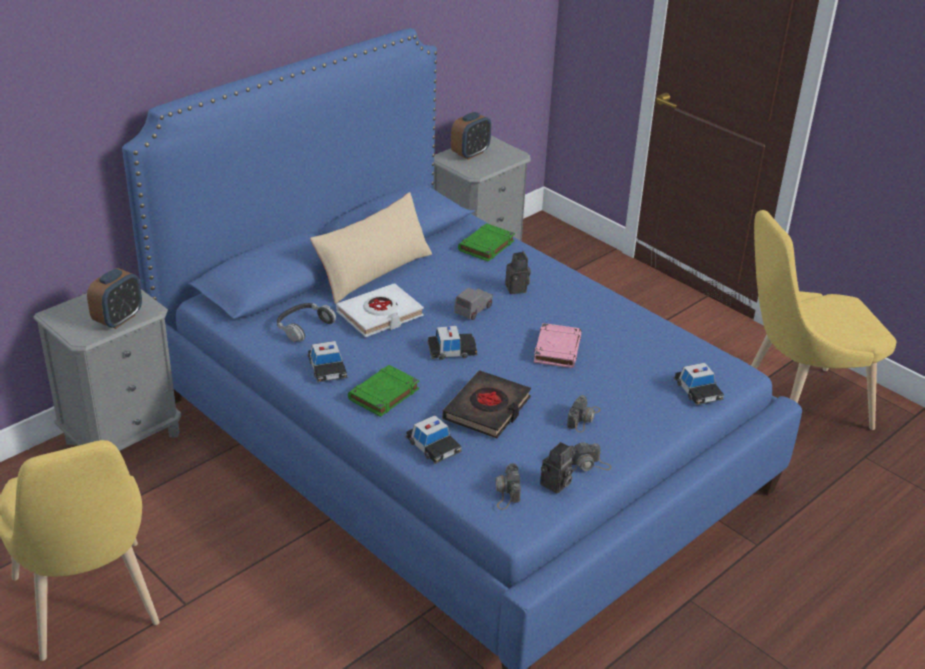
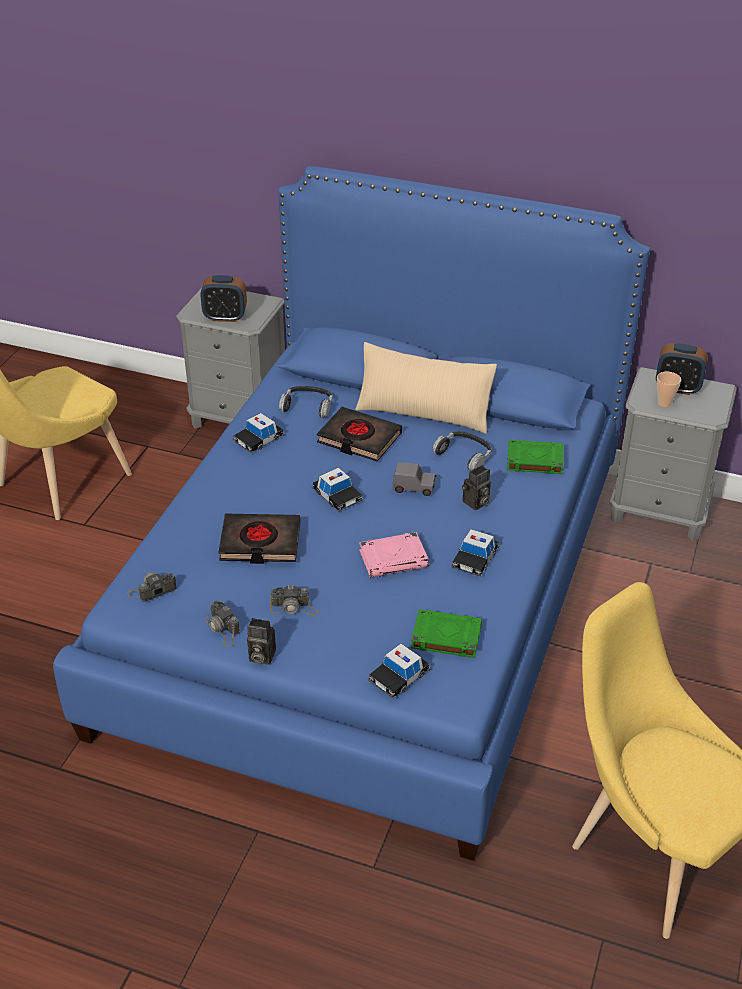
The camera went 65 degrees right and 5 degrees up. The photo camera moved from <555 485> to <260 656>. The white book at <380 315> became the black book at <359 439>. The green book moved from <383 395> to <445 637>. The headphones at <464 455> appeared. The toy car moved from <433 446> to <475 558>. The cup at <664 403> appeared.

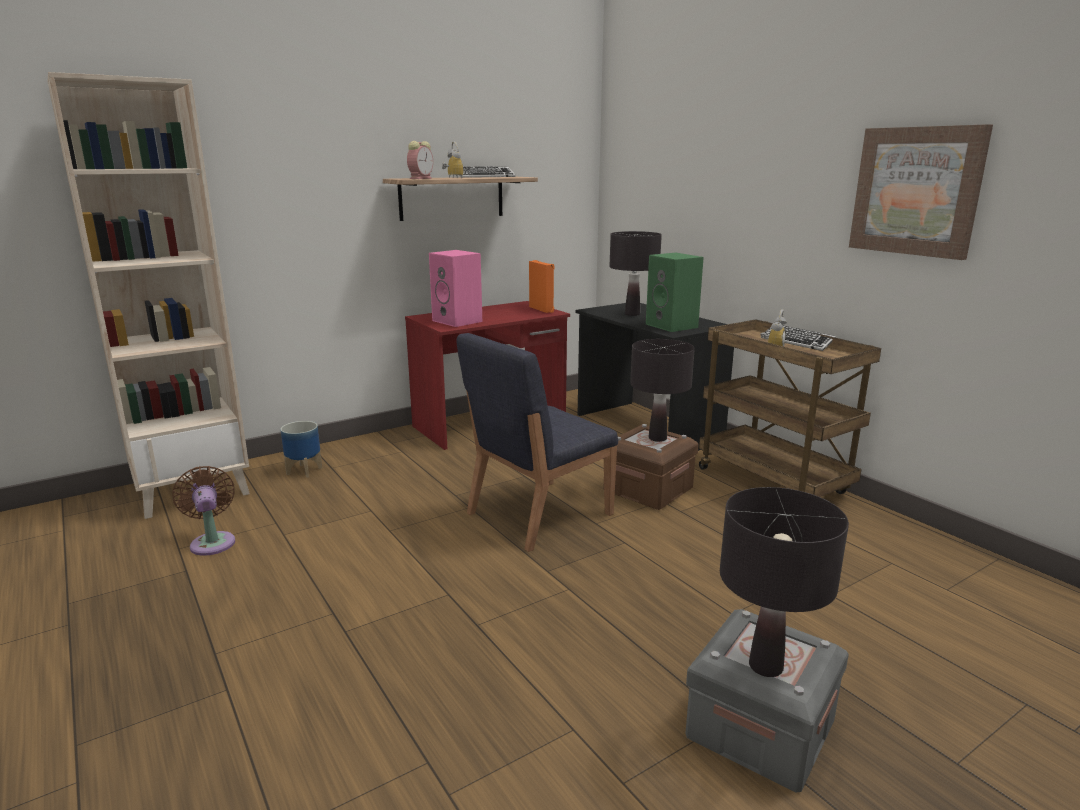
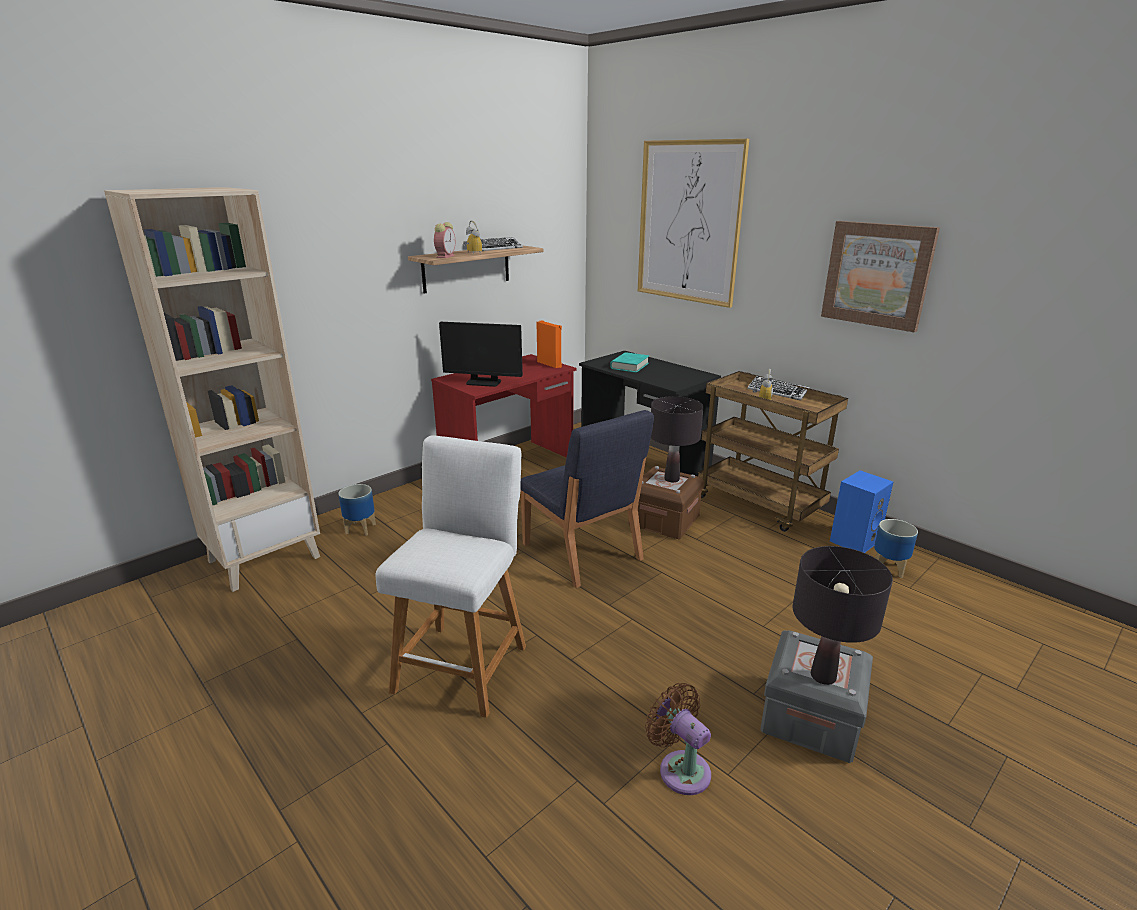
The camera went 10 degrees left and 5 degrees up. The white stool at <464 664> appeared. The pink speaker at <458 321> was replaced by the monitor at <483 382>. The blue chair at <537 514> turned 75 degrees counterclockwise. The black table lamp at <632 314> was replaced by the turquoise book at <629 366>. The picture at <689 222> appeared. The brown fan moved from <212 541> to <680 768>. The blue speaker at <854 540> appeared. The planter at <888 568> appeared. The green speaker at <673 326> disappeared.

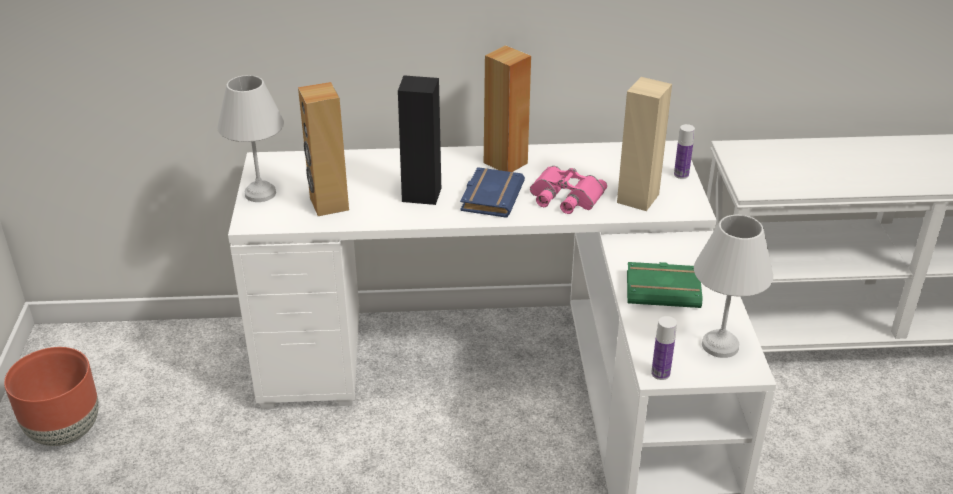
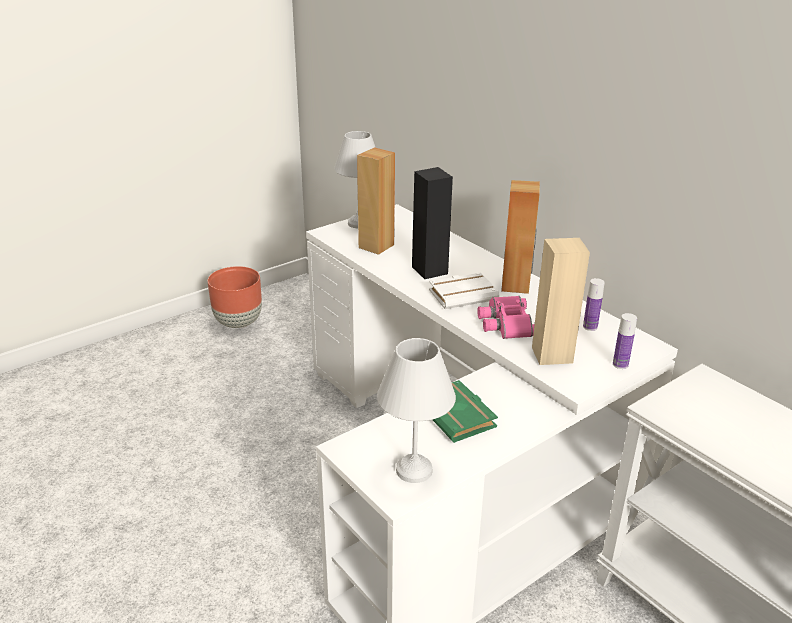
The camera went 55 degrees right and 5 degrees down. The blue book at <490 196> became the white book at <463 294>. The bottle moved from <660 373> to <590 327>.

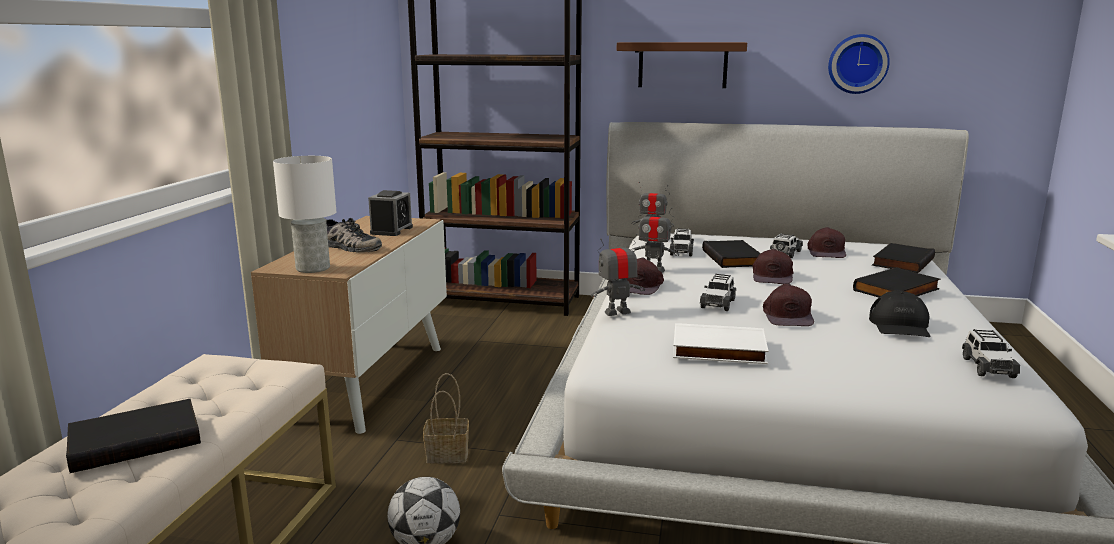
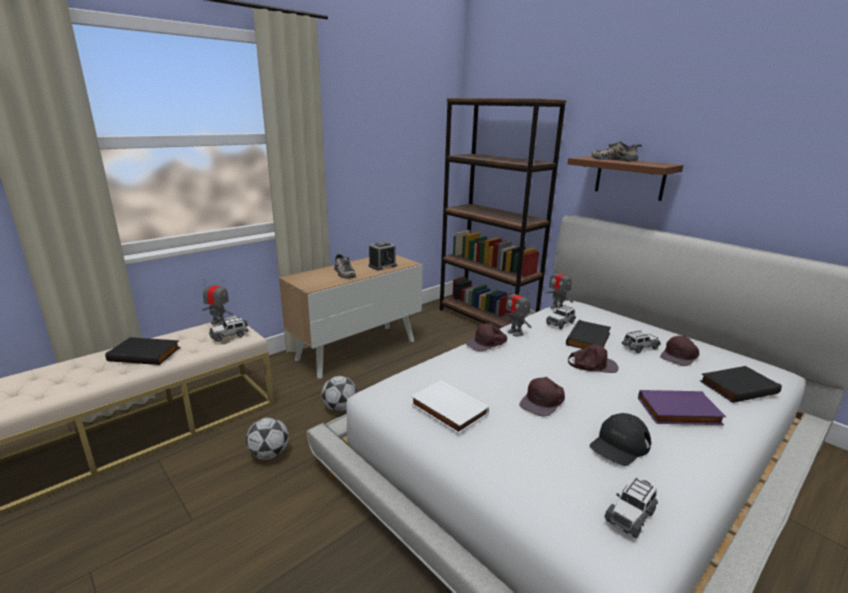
The camera went 35 degrees right and 5 degrees up. The toy robot moved from <617 312> to <219 323>. The toy car moved from <718 303> to <229 335>. The basket at <449 454> was replaced by the football at <340 408>. The brown cap at <773 276> turned 135 degrees counterclockwise. The shoe at <614 159> appeared. The black book at <897 290> became the purple book at <679 412>. The white table lamp at <312 268> disappeared. The wall clock at <857 64> disappeared.

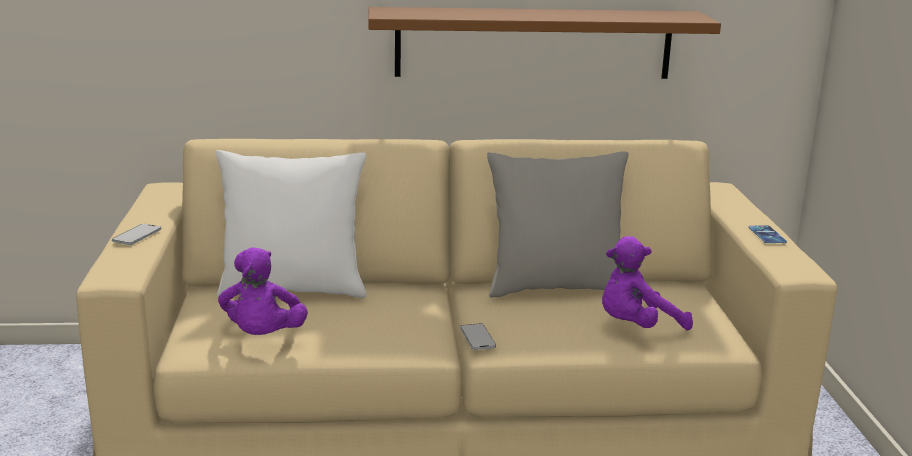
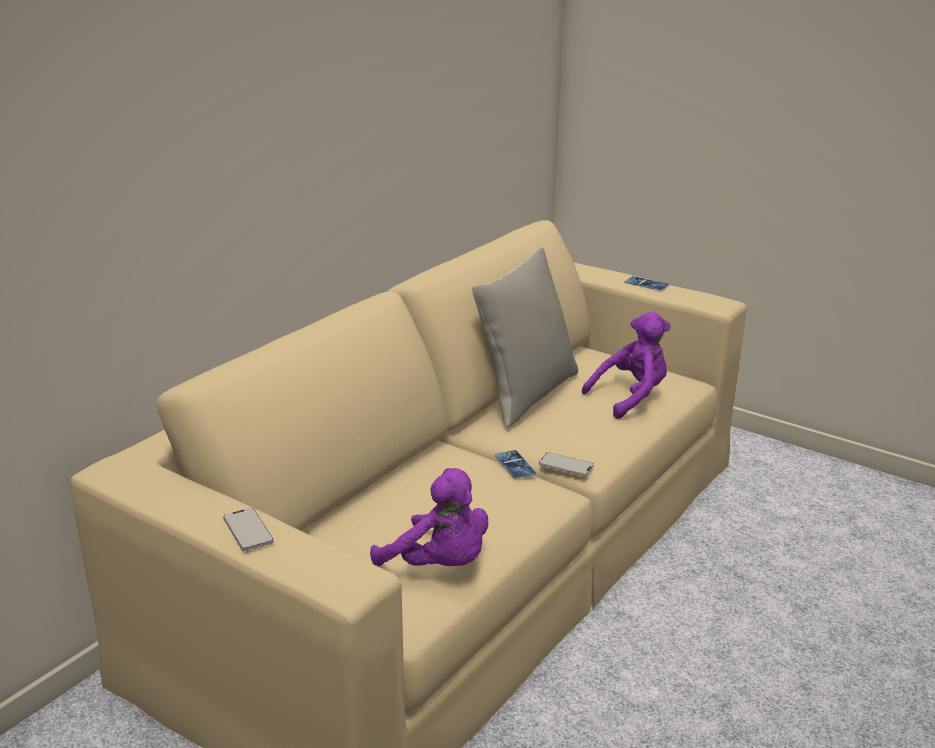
The camera went 50 degrees left and 5 degrees up. The phone at <515 465> appeared. The purple plush toy at <636 327> turned 135 degrees counterclockwise. The white pillow at <293 289> disappeared. The brown shelf at <534 43> disappeared.

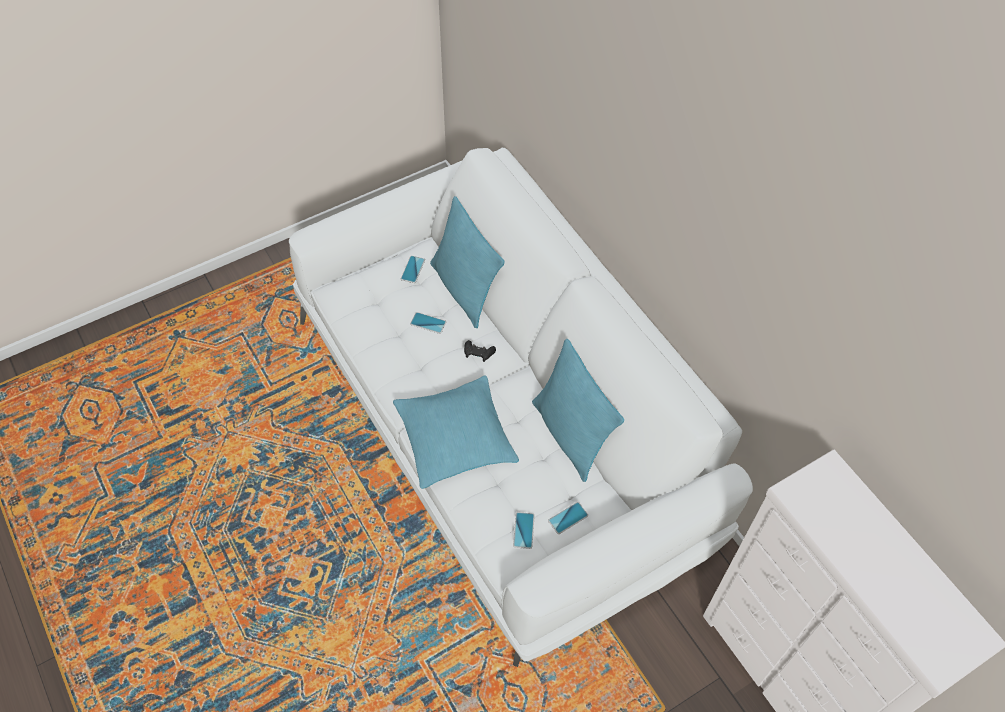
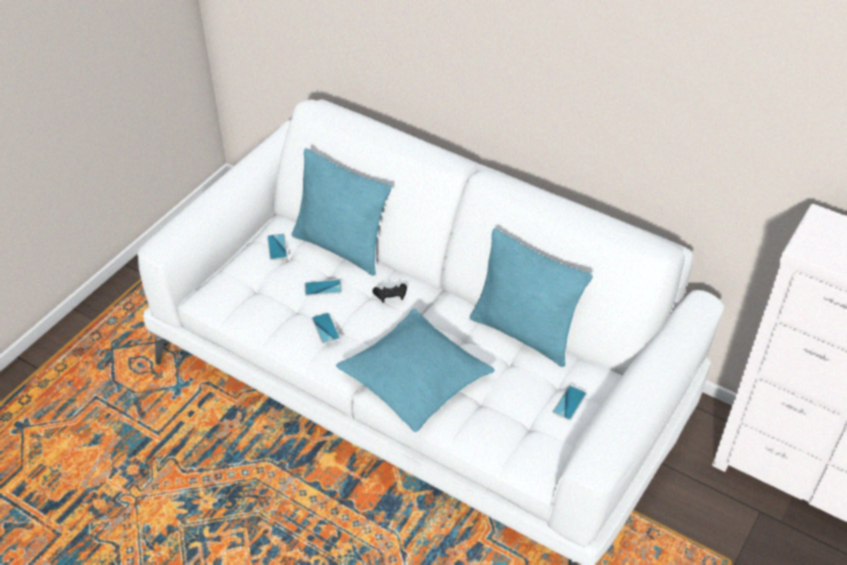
The camera went 25 degrees left and 10 degrees down. The phone moved from <523 530> to <325 328>.

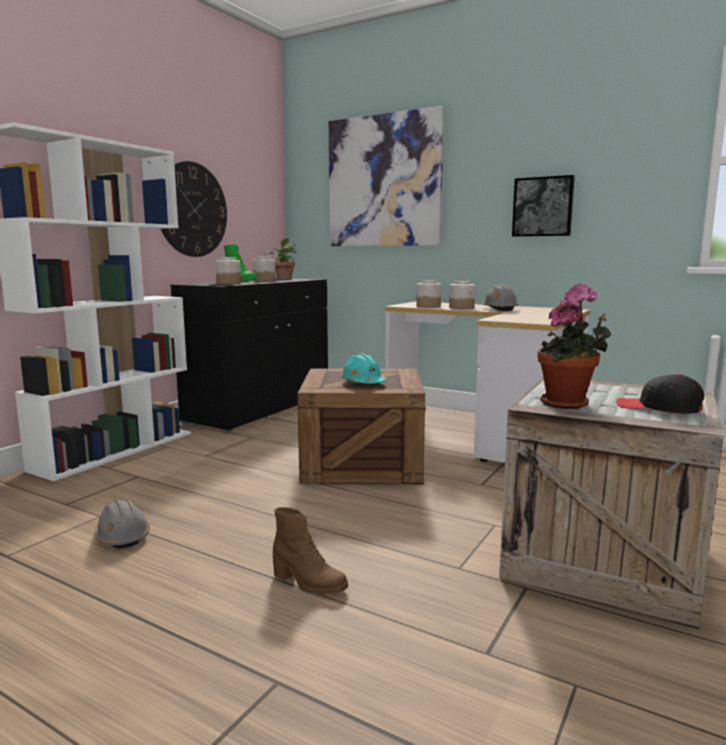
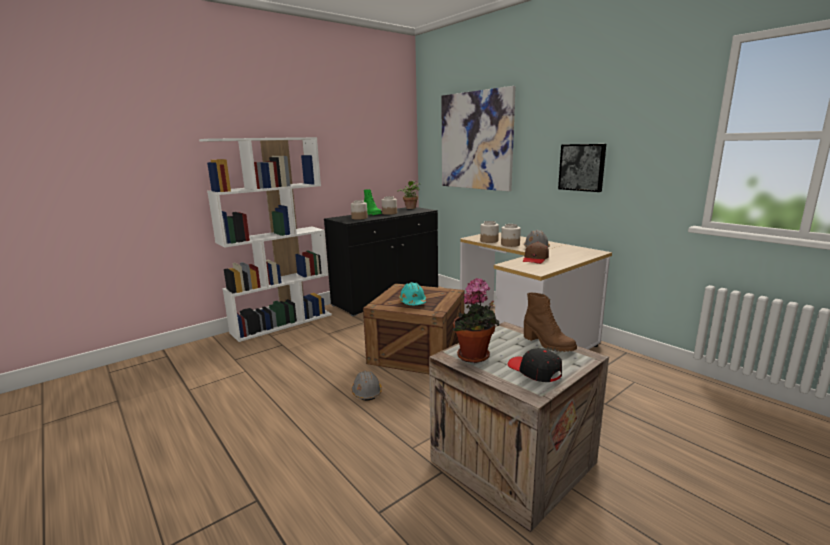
The camera went 20 degrees right and 5 degrees up. The grey hard hat moved from <122 537> to <366 392>. The brown cap at <535 259> appeared. The brown boot moved from <308 583> to <548 344>. The wall clock at <192 210> disappeared.

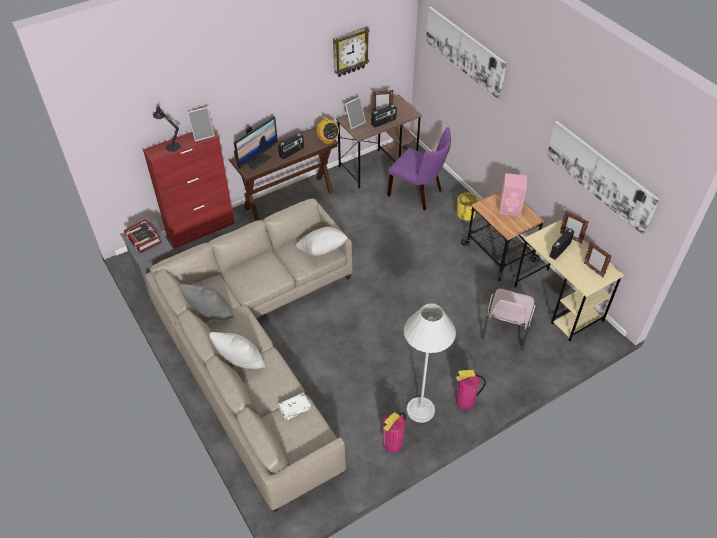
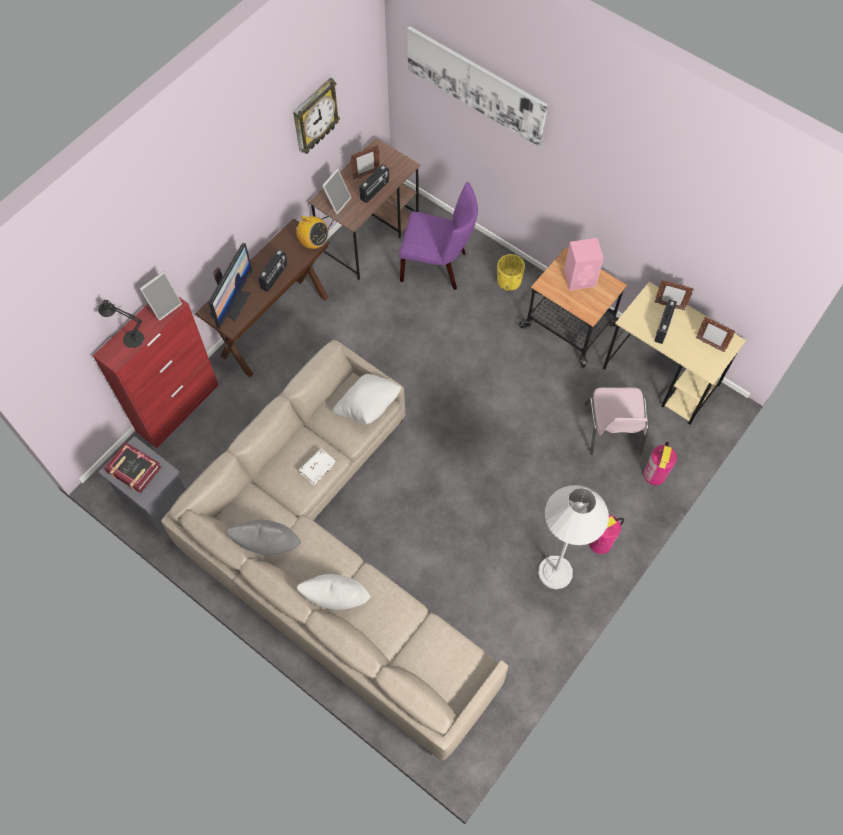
The camera went 20 degrees left and 15 degrees up. The white book moved from <295 408> to <317 468>. The fire extinguisher moved from <393 443> to <655 474>. The picture at <600 175> disappeared.

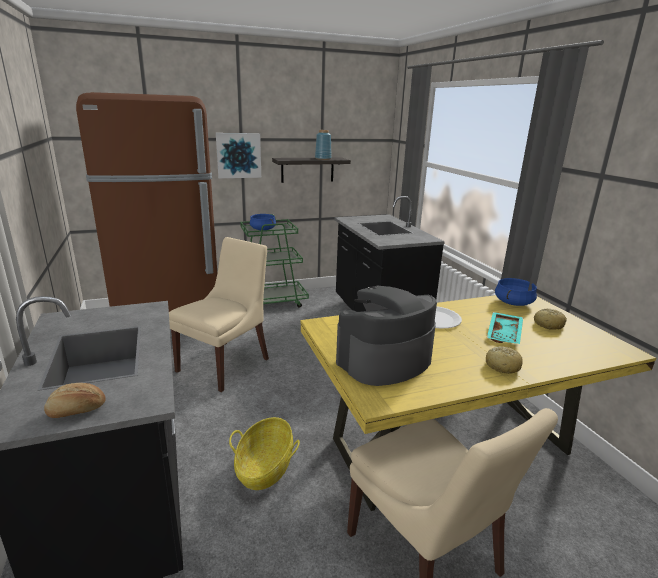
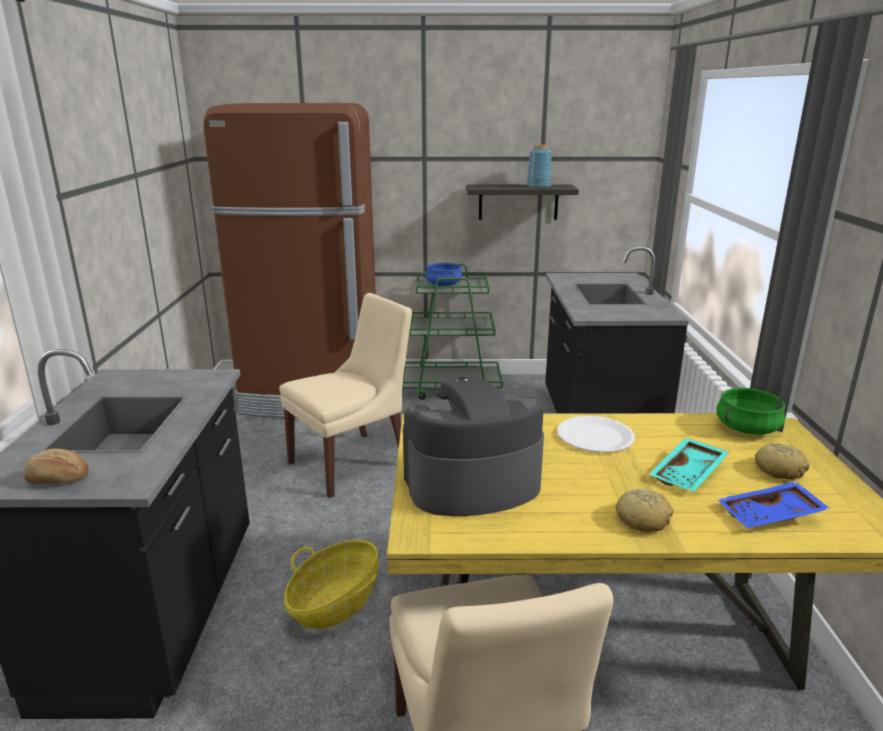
The camera went 20 degrees right and 0 degrees up. The blue cooking pot at <513 303> became the green cooking pot at <747 429>. The blue tray at <770 516> appeared. The picture at <238 155> disappeared.

